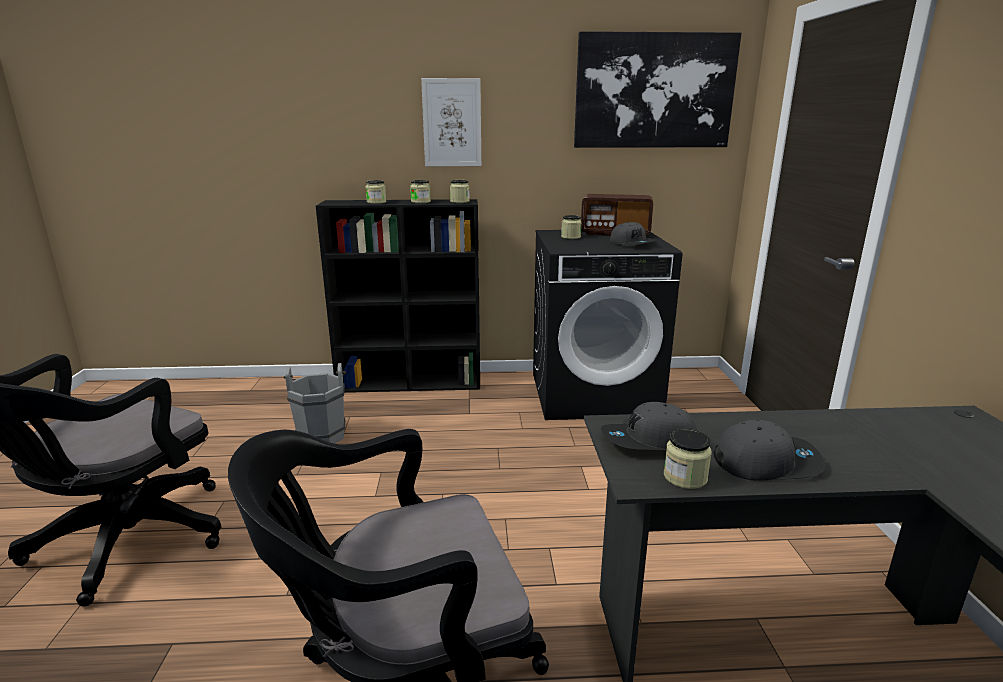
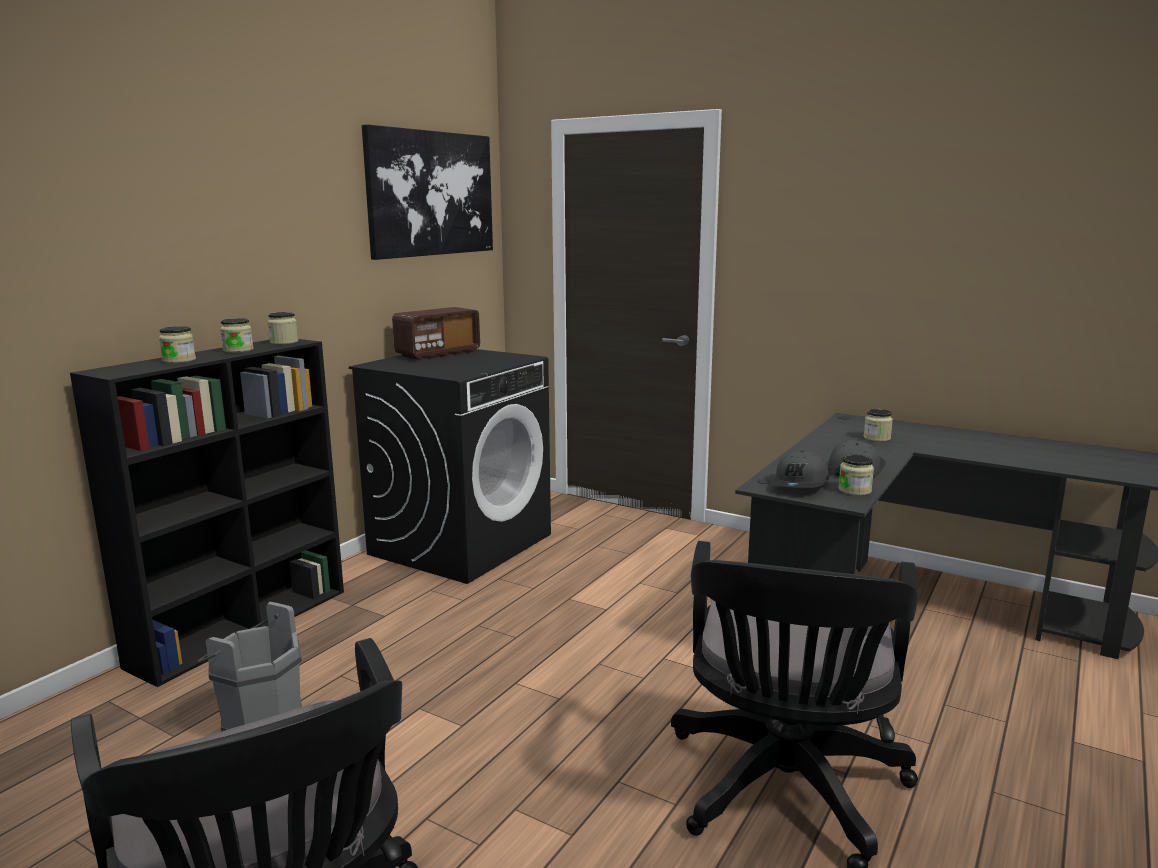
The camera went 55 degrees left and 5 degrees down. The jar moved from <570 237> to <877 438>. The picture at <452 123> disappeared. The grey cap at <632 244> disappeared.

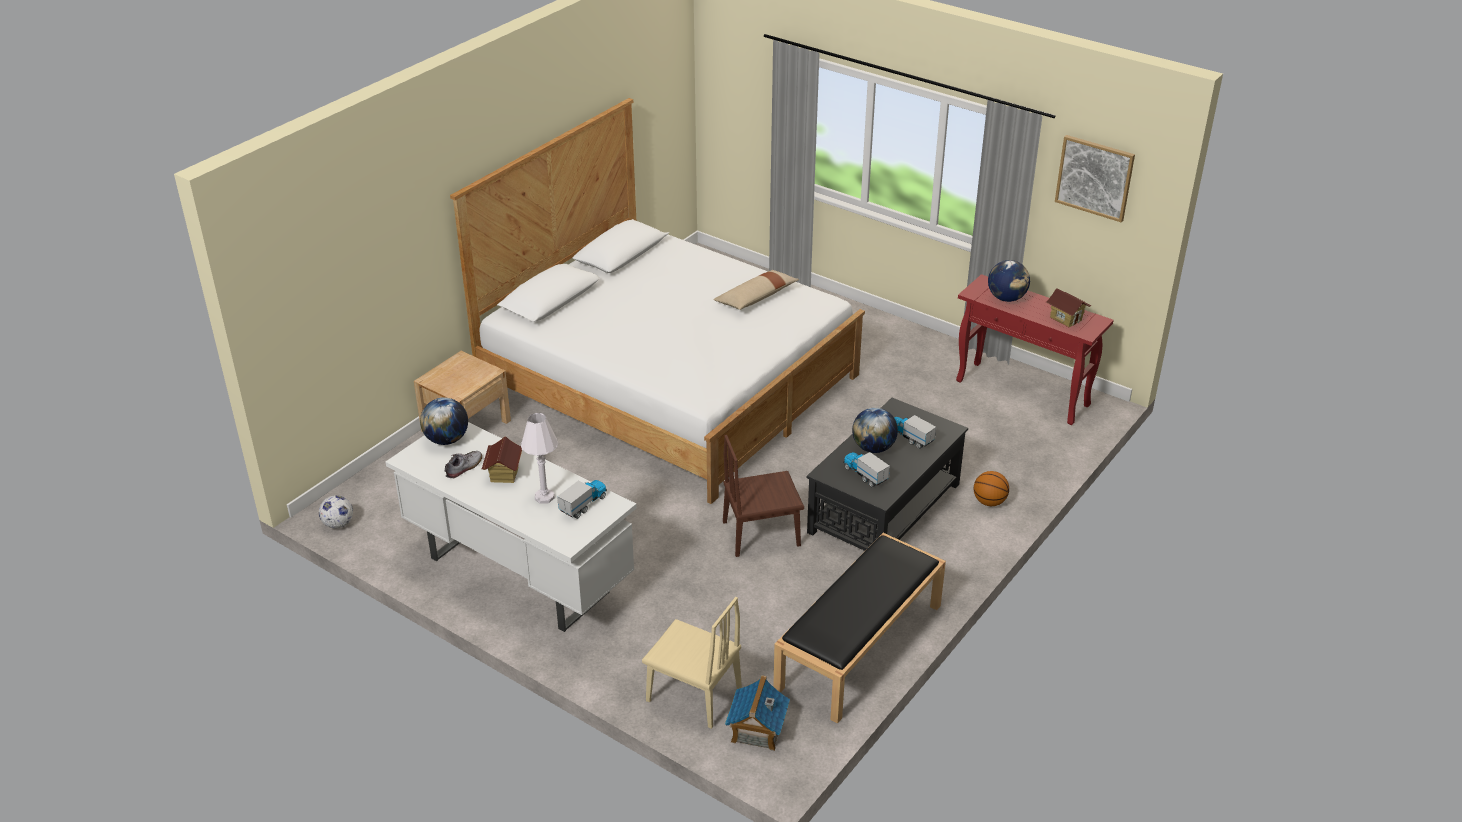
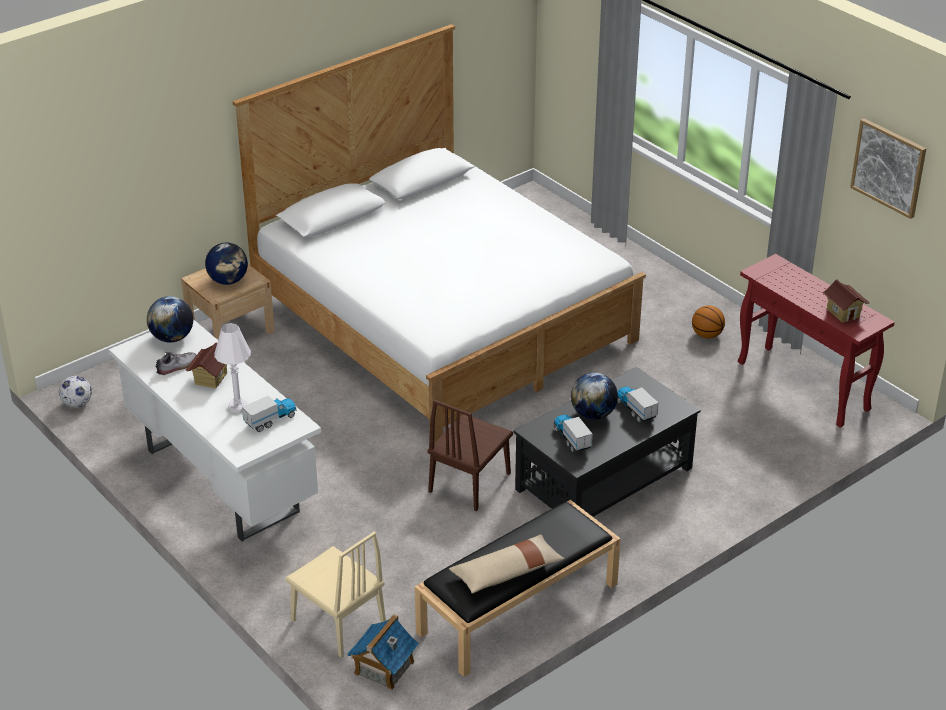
The camera went 15 degrees right and 0 degrees up. The globe moved from <1007 298> to <228 281>. The brown chair at <761 533> turned 60 degrees counterclockwise. The beige pillow moved from <756 297> to <507 572>. The basketball moved from <989 502> to <707 335>.

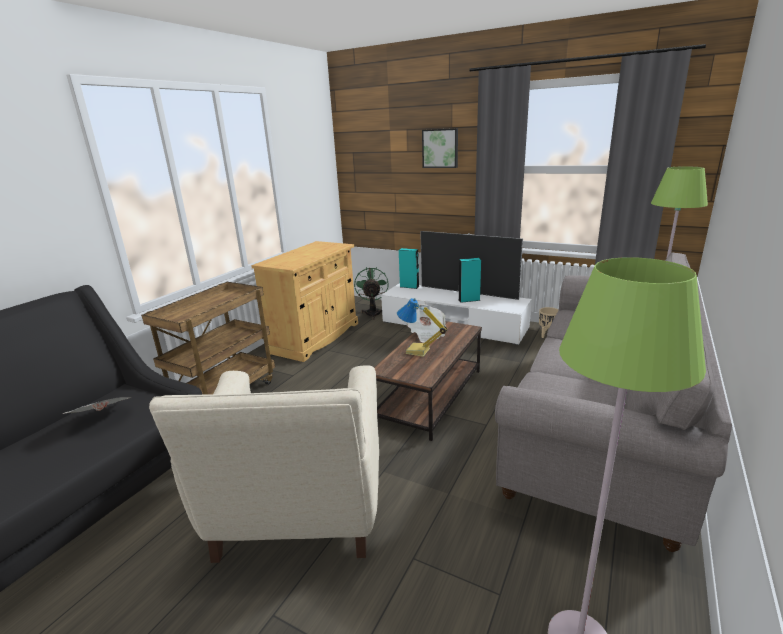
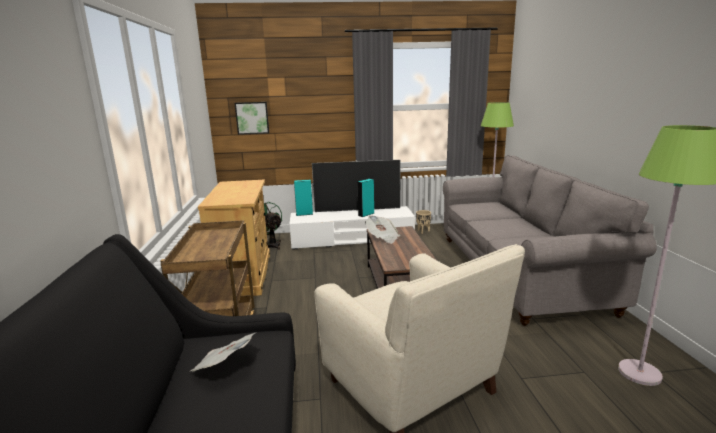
The camera went 35 degrees left and 5 degrees down. The picture moved from <440 148> to <252 118>. The table lamp at <417 351> disappeared.

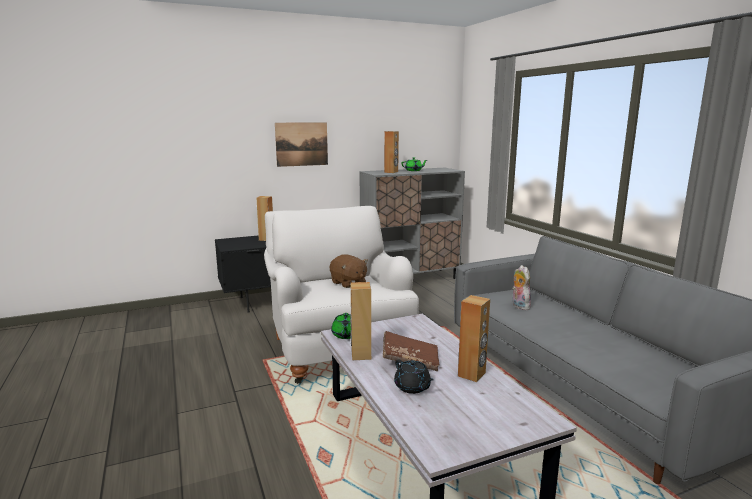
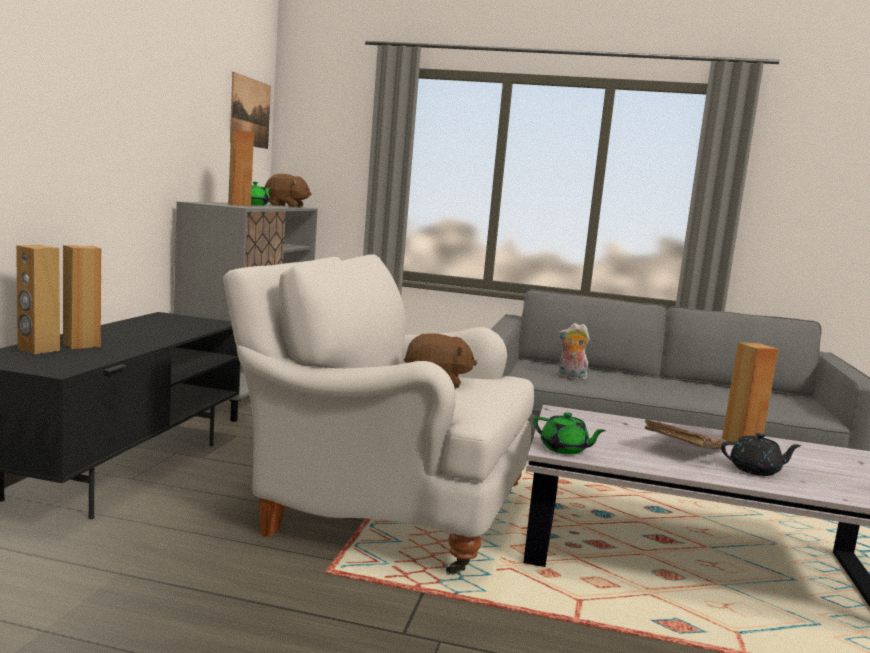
The camera went 55 degrees left and 5 degrees down. The brown speaker moved from <360 355> to <38 350>. The picture moved from <301 144> to <250 112>. The brown plush toy at <286 206> appeared.

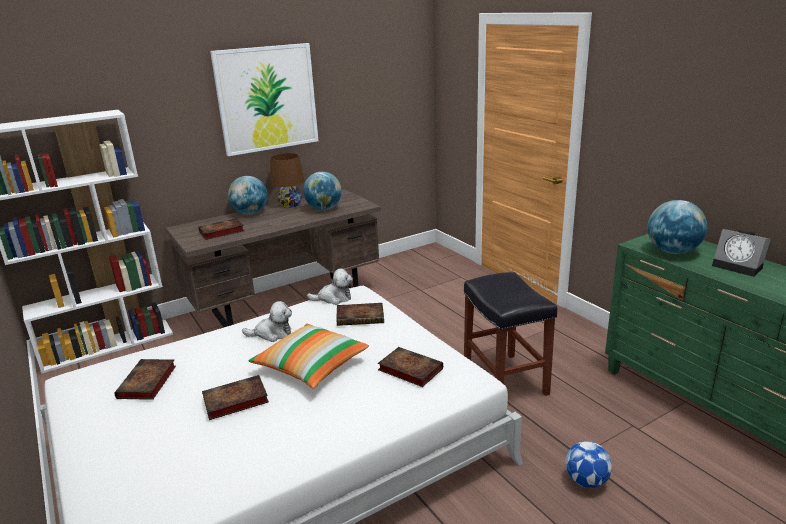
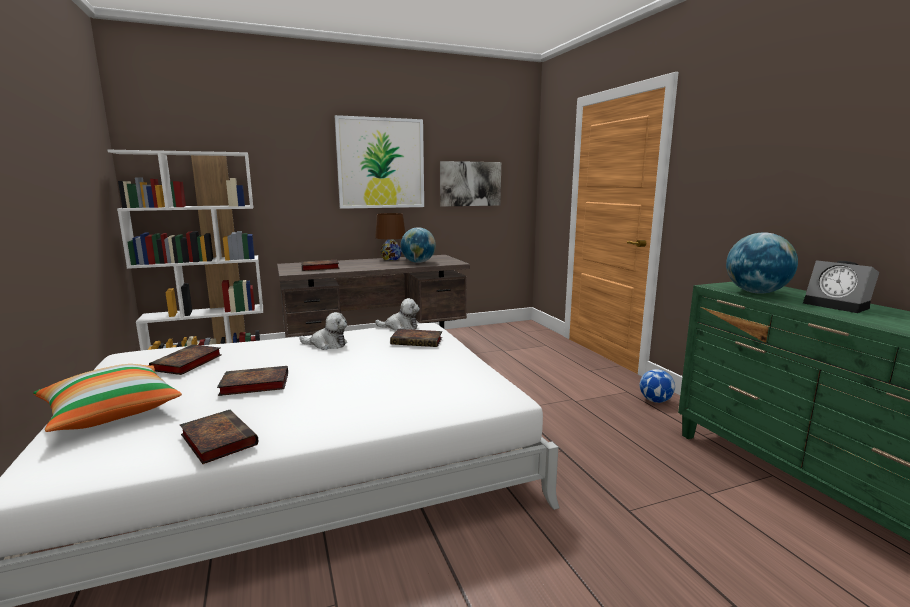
The camera went 10 degrees right and 10 degrees down. The pillow moved from <311 366> to <110 412>. The book moved from <408 369> to <217 439>. The picture at <470 184> appeared. The football moved from <586 481> to <655 401>. The globe at <250 213> disappeared. The black stool at <503 379> disappeared.

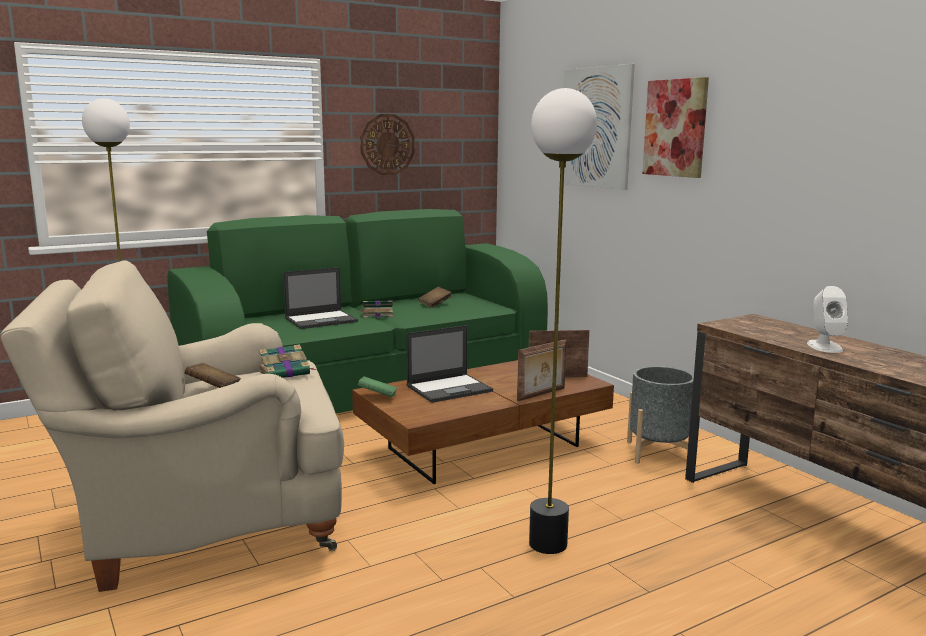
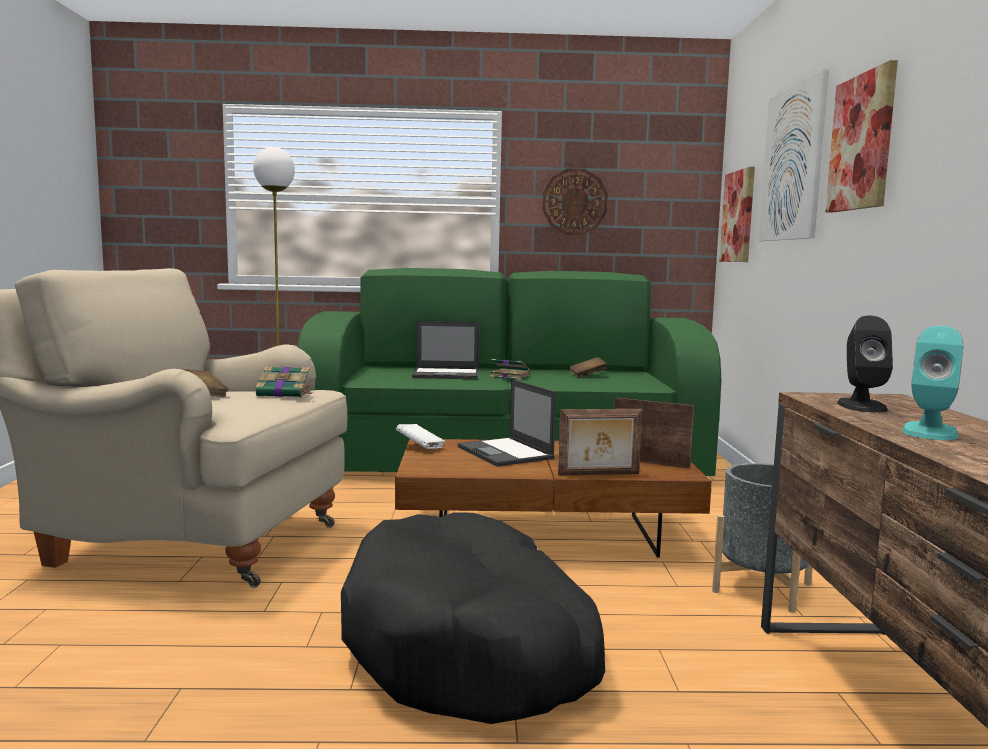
The camera went 30 degrees right and 5 degrees down. The floor lamp at <547 544> was replaced by the black dog bed at <470 646>. The green book at <377 396> became the white book at <420 447>. The laptop at <450 388> turned 60 degrees clockwise. The picture at <738 216> appeared. The black speaker at <861 406> appeared. The white speaker at <824 346> became the turquoise speaker at <930 432>.

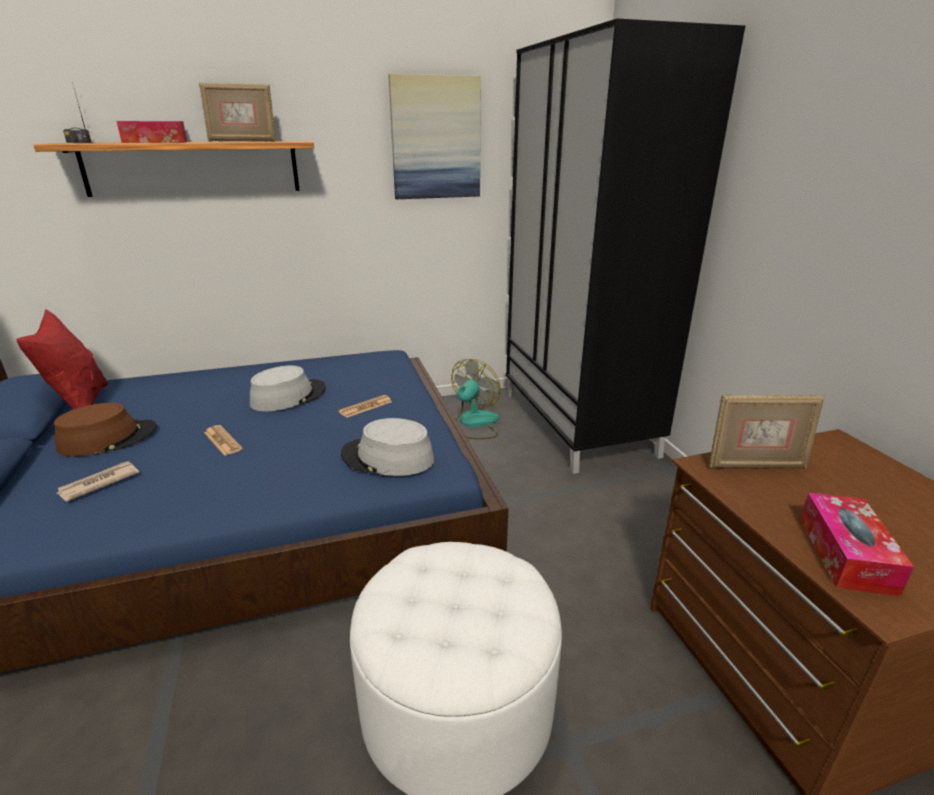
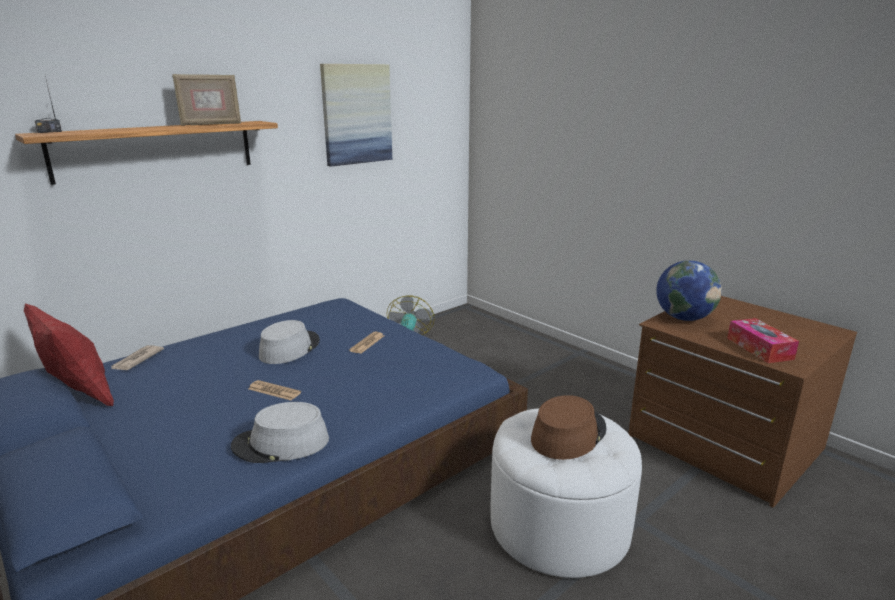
The camera went 25 degrees left and 5 degrees down. The newspaper moved from <98 483> to <136 360>. The grey hat moved from <387 458> to <281 443>. The brown hat moved from <108 438> to <568 434>. The picture frame at <755 466> was replaced by the globe at <684 318>. The tissue box at <155 142> disappeared. The black wardrobe at <578 423> disappeared.

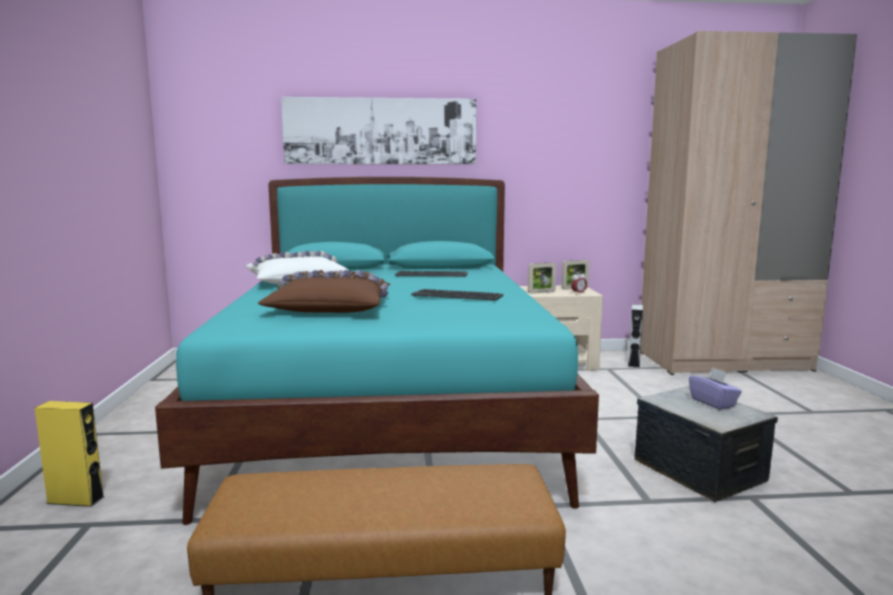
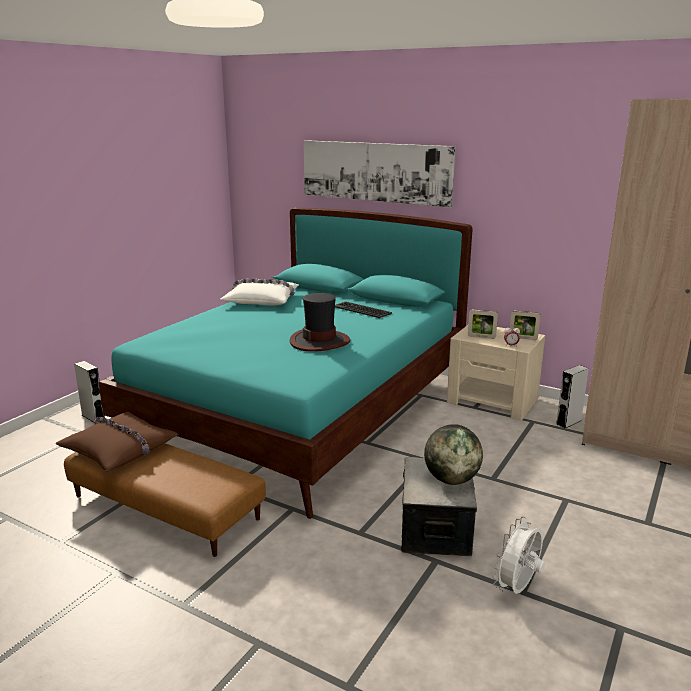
The camera went 35 degrees right and 10 degrees up. The brown pillow moved from <332 307> to <120 449>. The yellow speaker at <75 500> became the grey speaker at <93 417>. The keyboard at <457 296> was replaced by the hat at <320 341>. The purple tissue box at <713 403> was replaced by the globe at <451 479>. The white fan at <517 588> appeared.

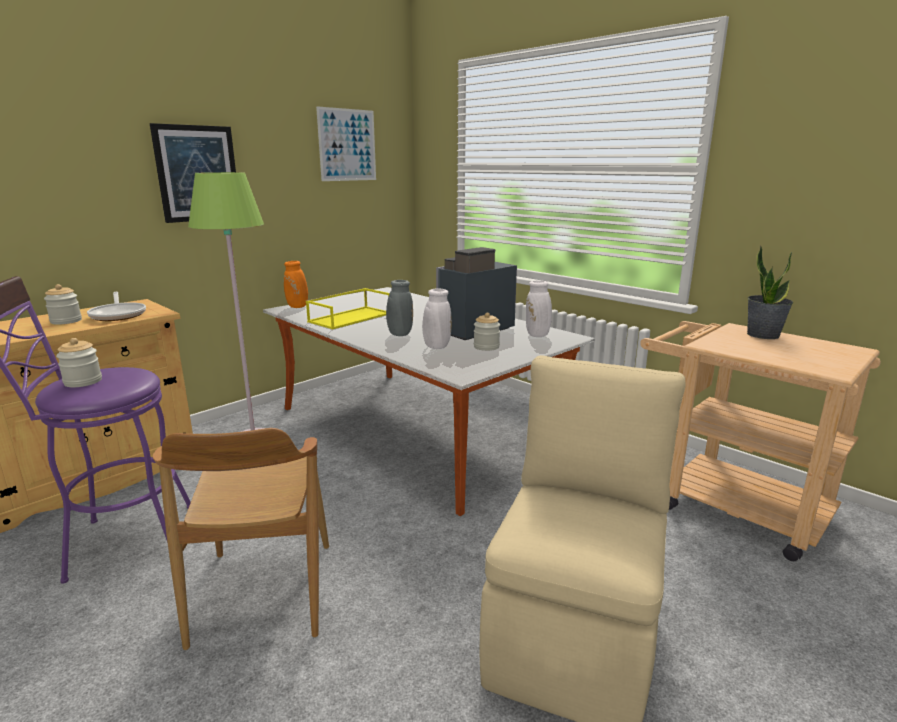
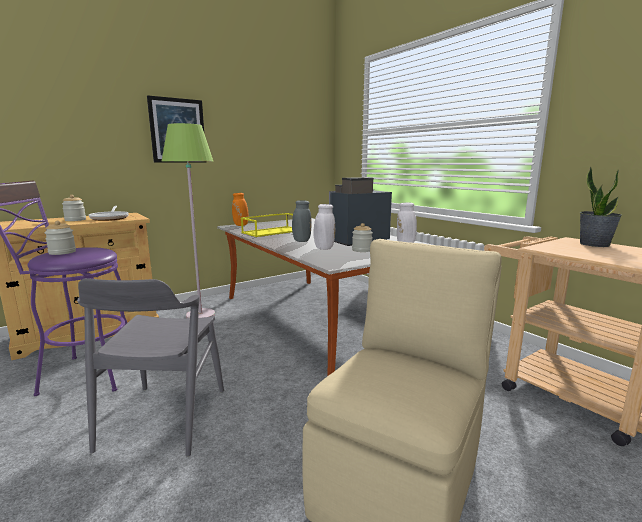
The camera went 10 degrees right and 5 degrees down. The brown chair at <263 592> became the grey chair at <163 418>. The picture at <347 145> disappeared.

